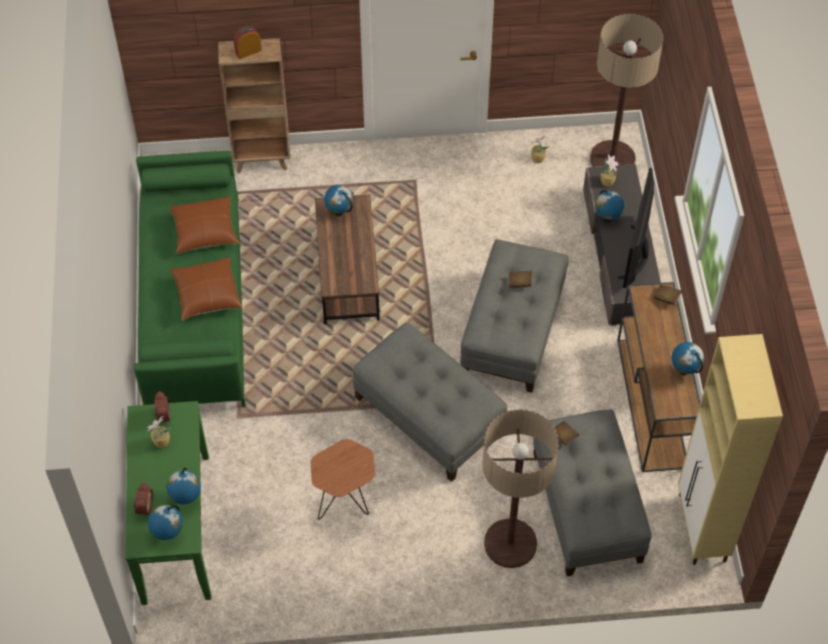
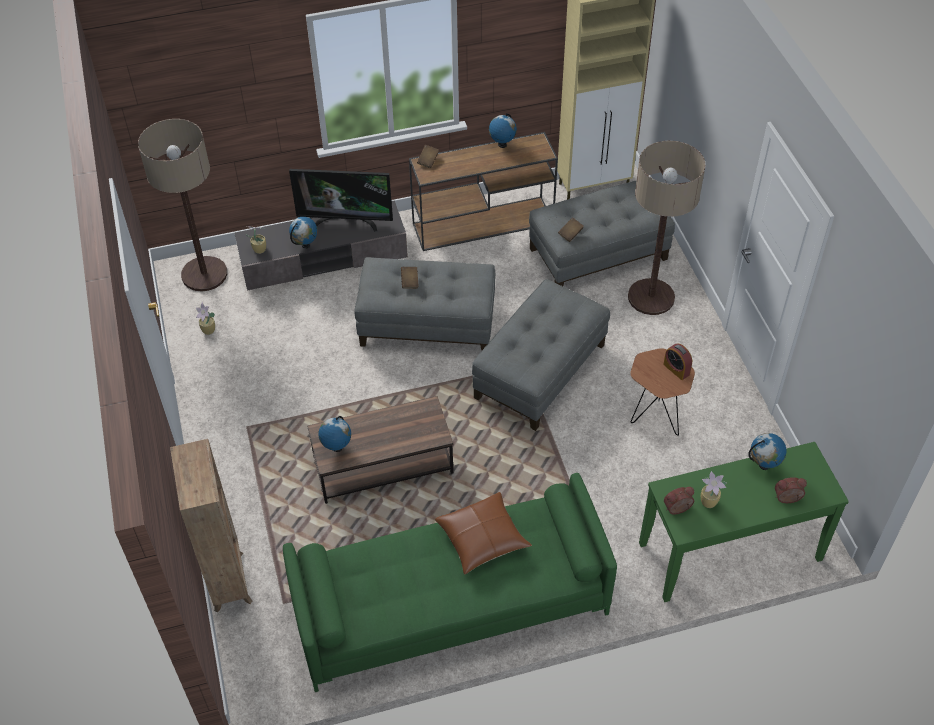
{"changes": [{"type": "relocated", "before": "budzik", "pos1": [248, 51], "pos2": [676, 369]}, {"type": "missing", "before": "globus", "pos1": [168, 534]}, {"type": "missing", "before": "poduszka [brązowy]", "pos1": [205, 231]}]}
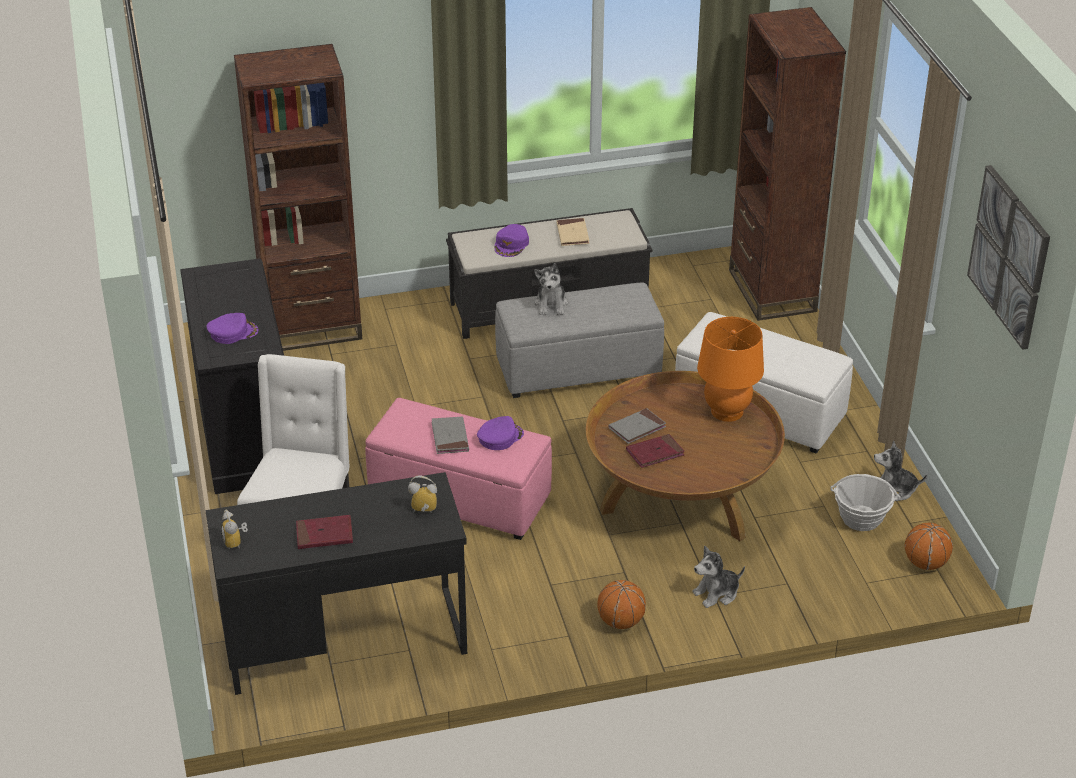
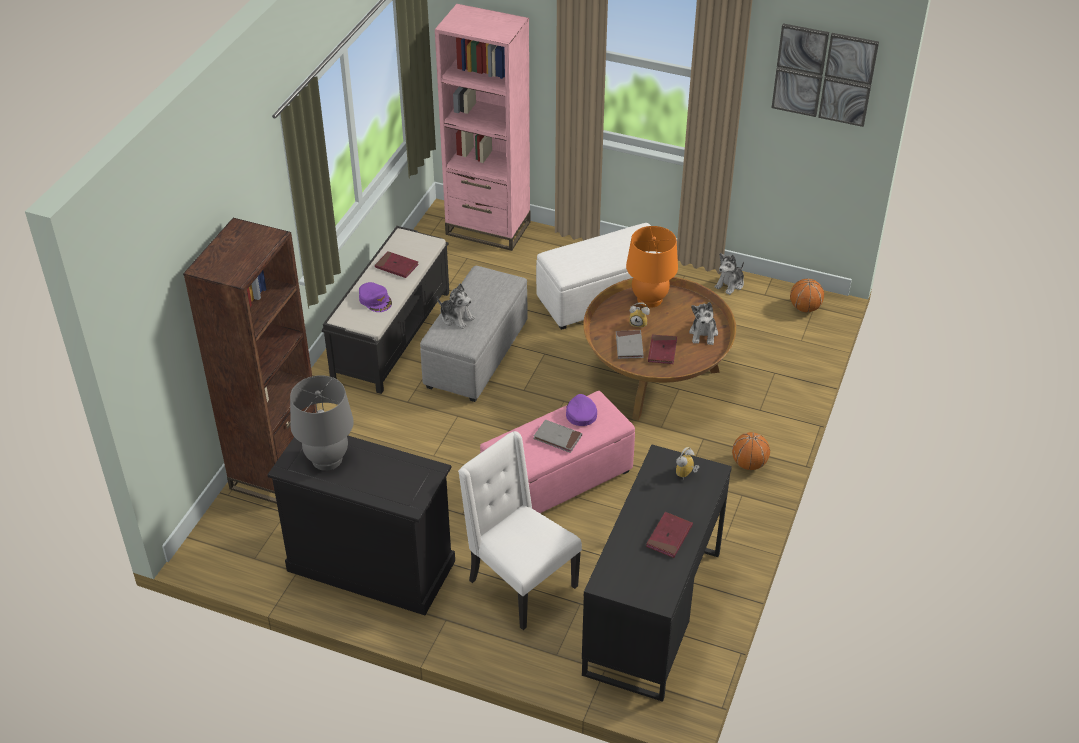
{"changes": [{"type": "appeared", "after": "lampa stołowa [szary]", "pos2": [327, 459]}, {"type": "colour", "before": "książka [beżowy]", "after": "książka [czerwony]", "pos1": [572, 234], "pos2": [396, 266]}, {"type": "colour", "before": "regał [brązowy]", "after": "regał [różowy]", "pos1": [772, 291], "pos2": [488, 228]}, {"type": "relocated", "before": "budzik", "pos1": [236, 542], "pos2": [639, 323]}, {"type": "relocated", "before": "pluszak", "pos1": [717, 593], "pos2": [703, 333]}, {"type": "missing", "before": "czapka z daszkiem [fioletowy]", "pos1": [233, 332]}, {"type": "missing", "before": "koszyk", "pos1": [861, 518]}]}
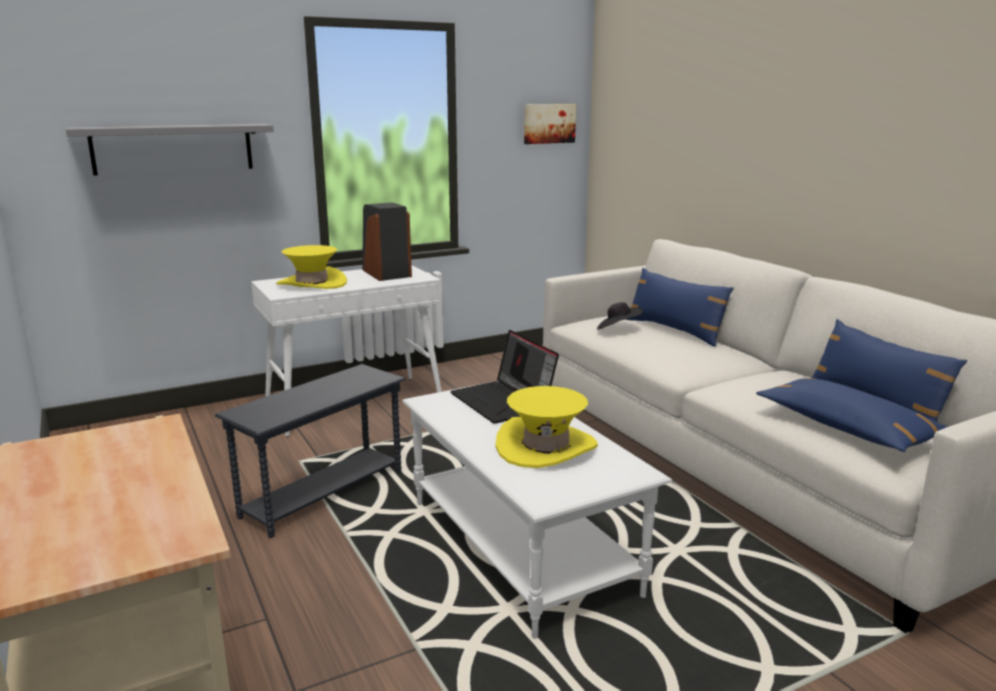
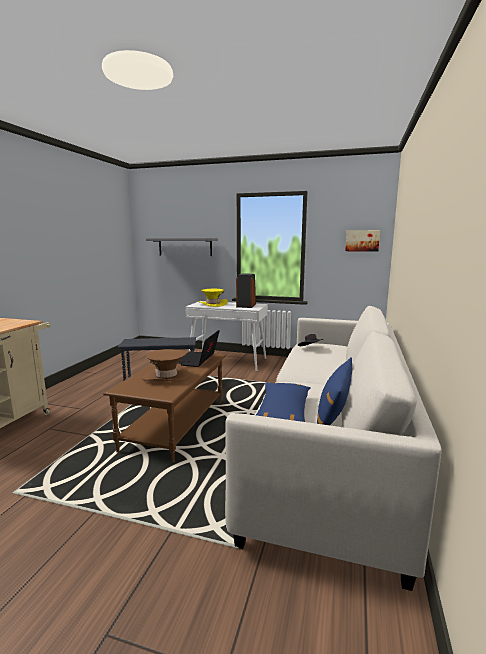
{"changes": [{"type": "colour", "before": "ława [biały]", "after": "ława [brązowy]", "pos1": [522, 546], "pos2": [176, 426]}, {"type": "colour", "before": "kapelusz [żółty]", "after": "kapelusz [brązowy]", "pos1": [546, 447], "pos2": [166, 377]}, {"type": "missing", "before": "poduszka [niebieski]", "pos1": [674, 330]}]}
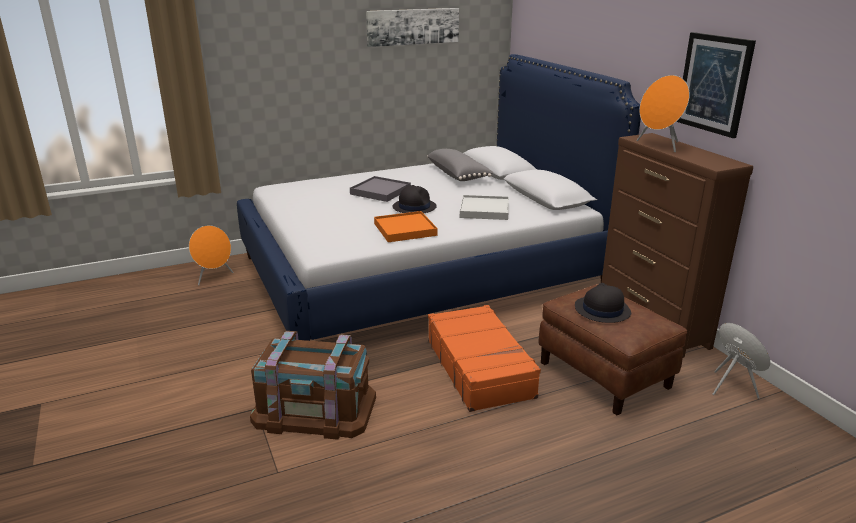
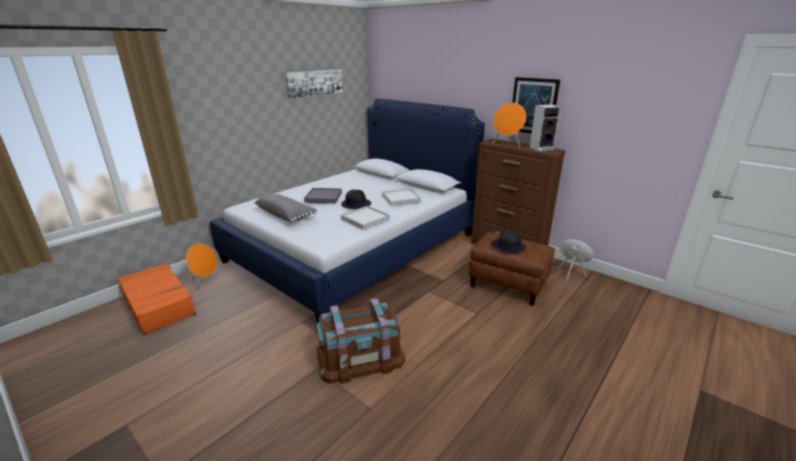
{"changes": [{"type": "relocated", "before": "walizka [pomarańczowy]", "pos1": [480, 368], "pos2": [159, 304]}, {"type": "relocated", "before": "poduszka [szary]", "pos1": [458, 175], "pos2": [286, 215]}, {"type": "colour", "before": "taca [pomarańczowy]", "after": "taca [biały]", "pos1": [405, 229], "pos2": [365, 219]}, {"type": "appeared", "after": "głośnik", "pos2": [541, 148]}]}
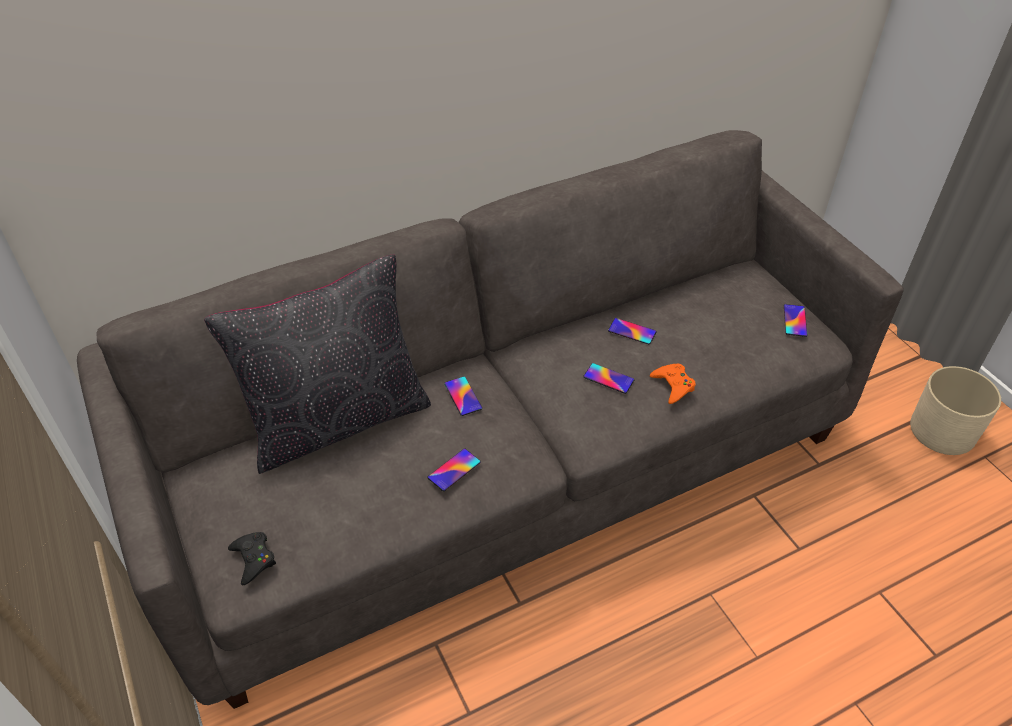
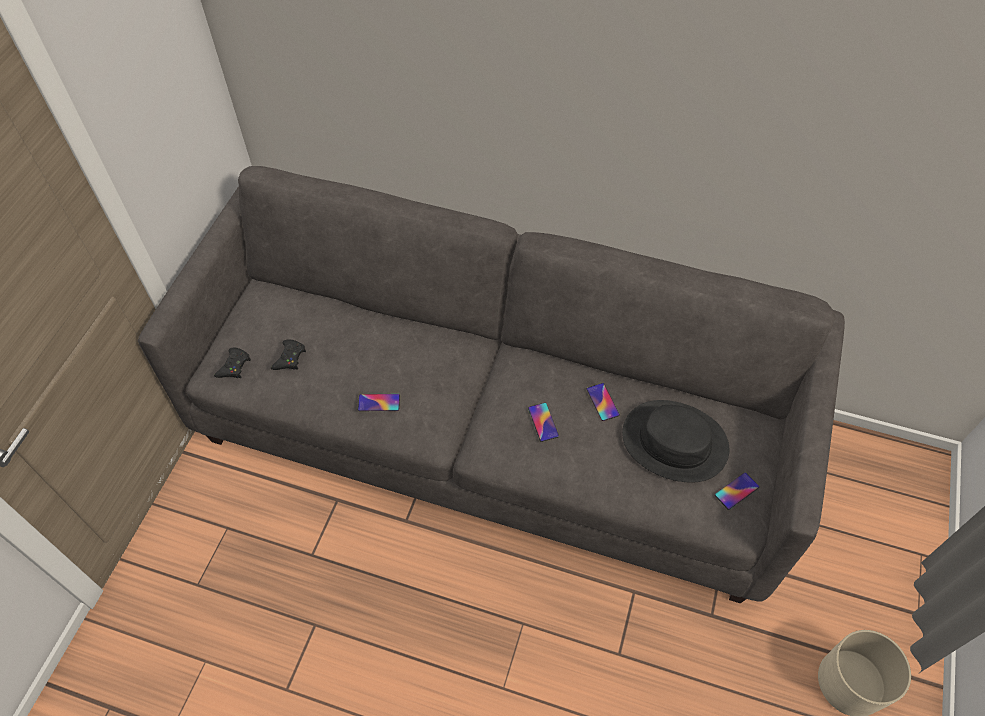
{"changes": [{"type": "appeared", "after": "pad do gier [czarny]", "pos2": [289, 358]}, {"type": "appeared", "after": "kapelusz [czarny]", "pos2": [674, 441]}, {"type": "missing", "before": "poduszka [czarny]", "pos1": [337, 420]}, {"type": "missing", "before": "telefon", "pos1": [463, 396]}, {"type": "missing", "before": "pad do gier [pomarańczowy]", "pos1": [673, 386]}]}
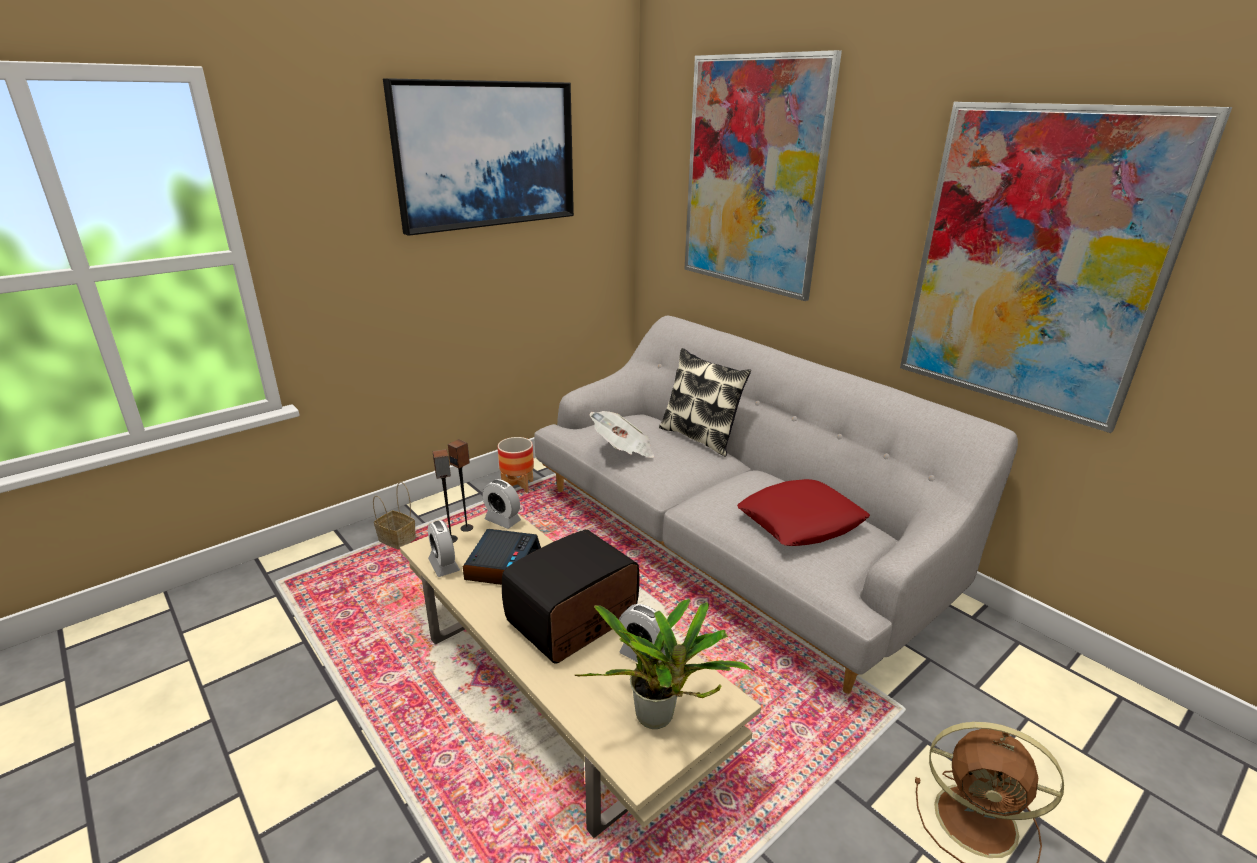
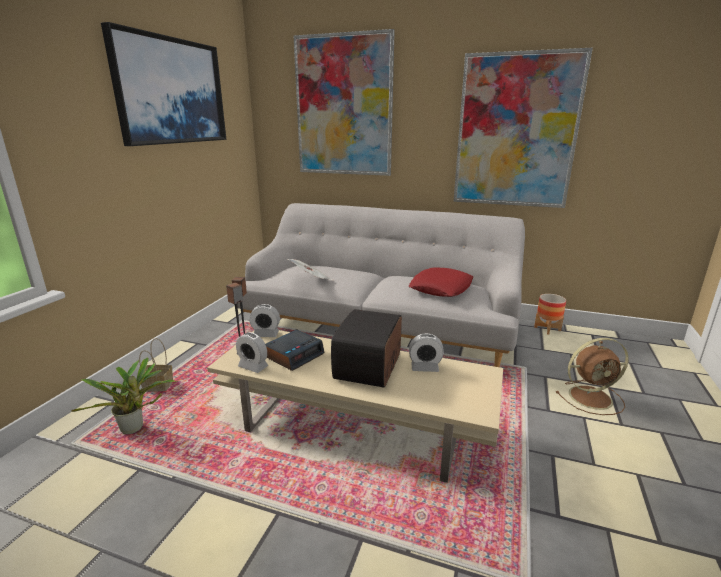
{"changes": [{"type": "relocated", "before": "roślina doniczkowa", "pos1": [659, 720], "pos2": [135, 429]}, {"type": "spun", "before": "budzik", "pos1": [503, 565], "pos2": [294, 355], "turn": 60}, {"type": "relocated", "before": "donica", "pos1": [518, 486], "pos2": [547, 329]}, {"type": "missing", "before": "poduszka", "pos1": [700, 437]}]}
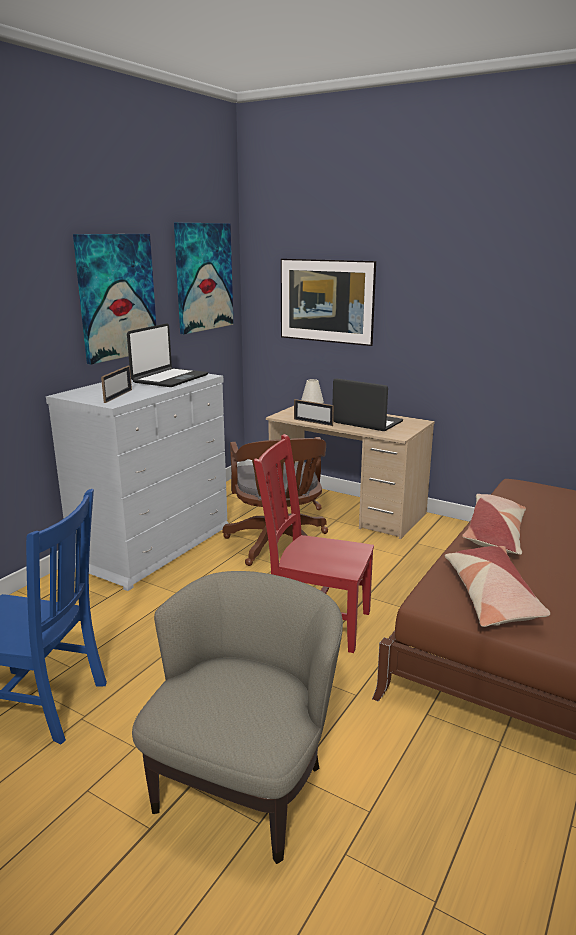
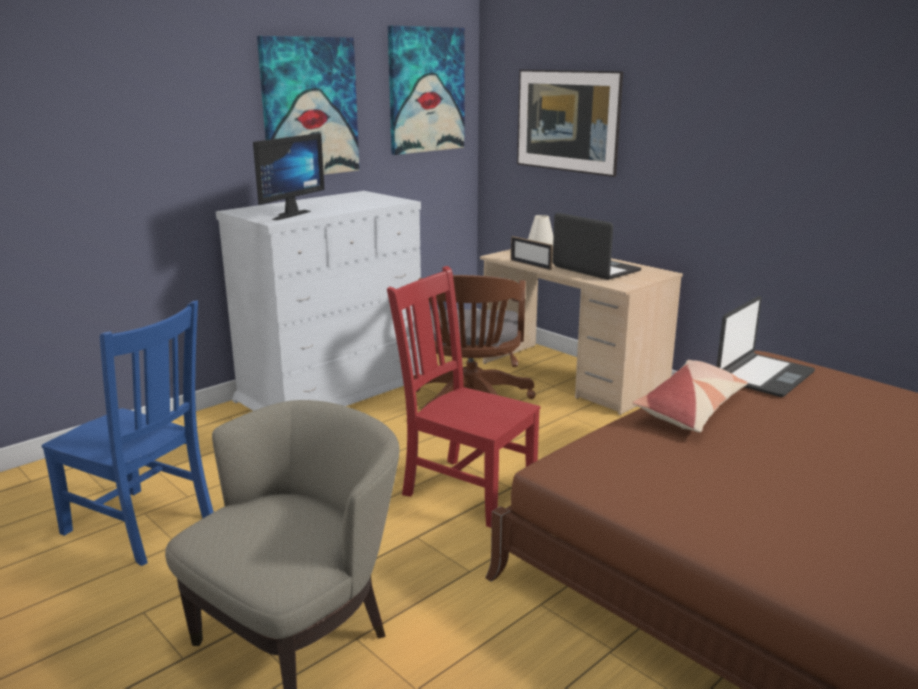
{"changes": [{"type": "exchanged", "before": "ramka na zdjęcie", "after": "monitor", "pos1": [118, 396], "pos2": [286, 215]}, {"type": "relocated", "before": "laptop", "pos1": [169, 379], "pos2": [763, 376]}, {"type": "missing", "before": "poduszka", "pos1": [491, 597]}]}
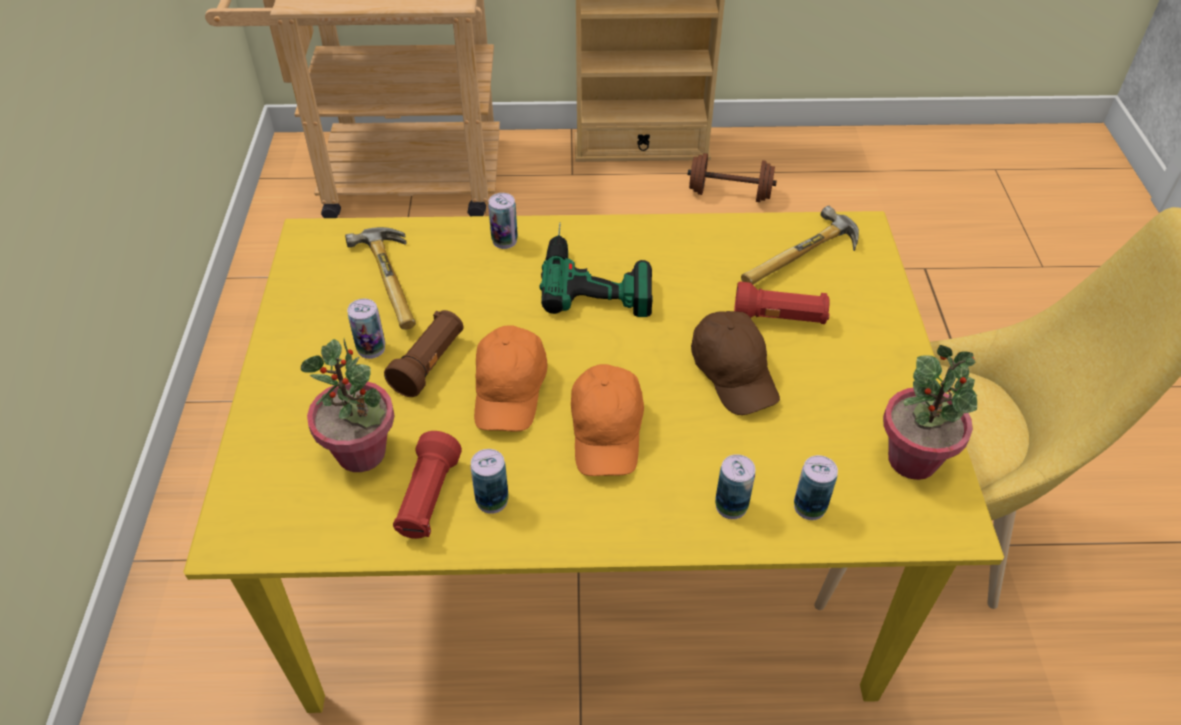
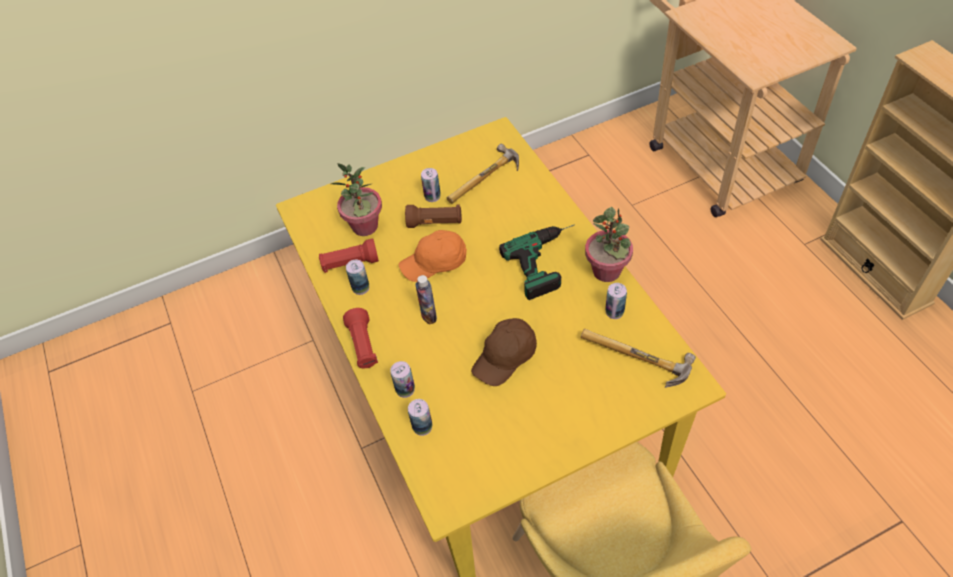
{"changes": [{"type": "relocated", "before": "latarka [czerwony]", "pos1": [779, 319], "pos2": [363, 346]}, {"type": "exchanged", "before": "czapka z daszkiem [pomarańczowy]", "after": "butelka", "pos1": [607, 431], "pos2": [429, 315]}, {"type": "relocated", "before": "roślina doniczkowa", "pos1": [913, 459], "pos2": [607, 271]}, {"type": "relocated", "before": "puszka", "pos1": [504, 240], "pos2": [614, 312]}, {"type": "missing", "before": "hantel [brązowy]", "pos1": [729, 194]}]}
